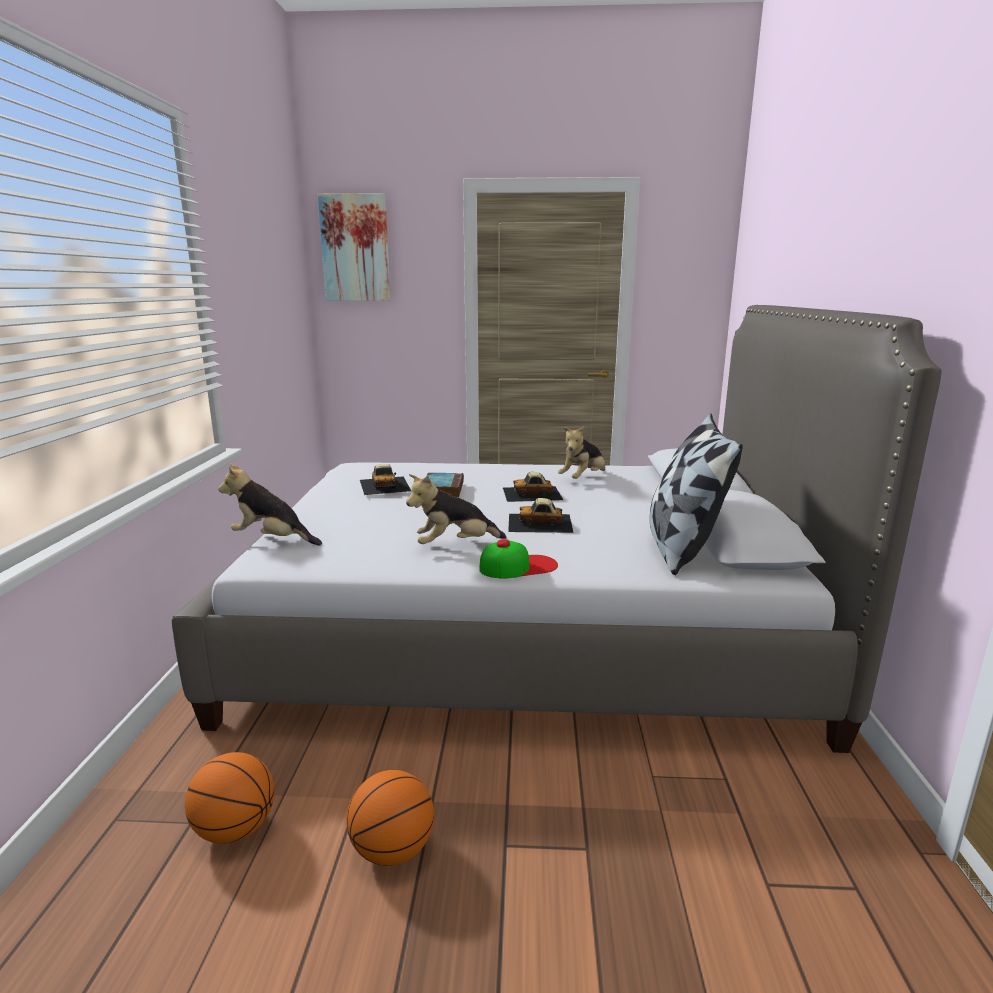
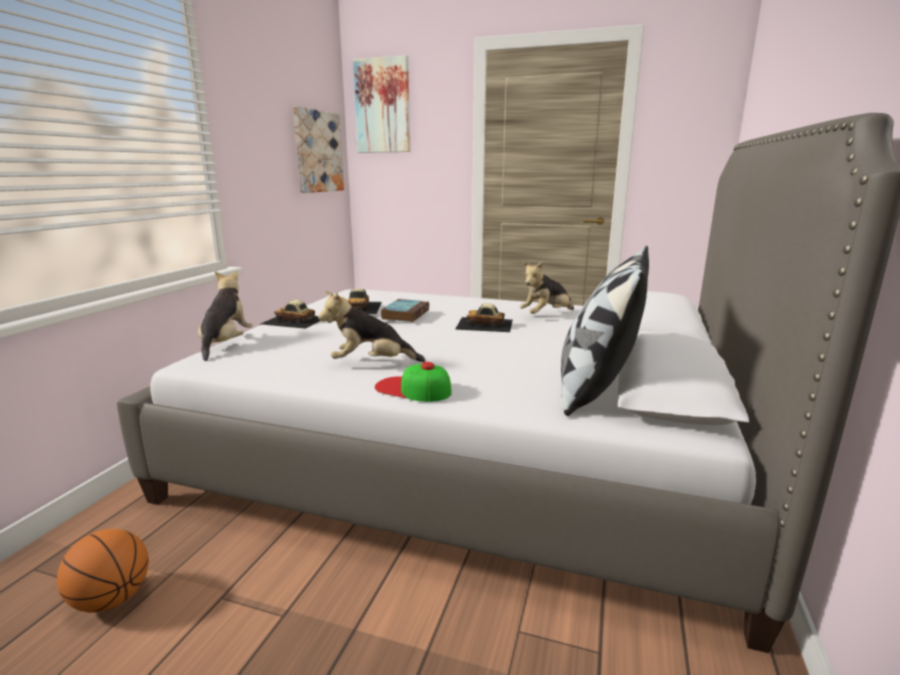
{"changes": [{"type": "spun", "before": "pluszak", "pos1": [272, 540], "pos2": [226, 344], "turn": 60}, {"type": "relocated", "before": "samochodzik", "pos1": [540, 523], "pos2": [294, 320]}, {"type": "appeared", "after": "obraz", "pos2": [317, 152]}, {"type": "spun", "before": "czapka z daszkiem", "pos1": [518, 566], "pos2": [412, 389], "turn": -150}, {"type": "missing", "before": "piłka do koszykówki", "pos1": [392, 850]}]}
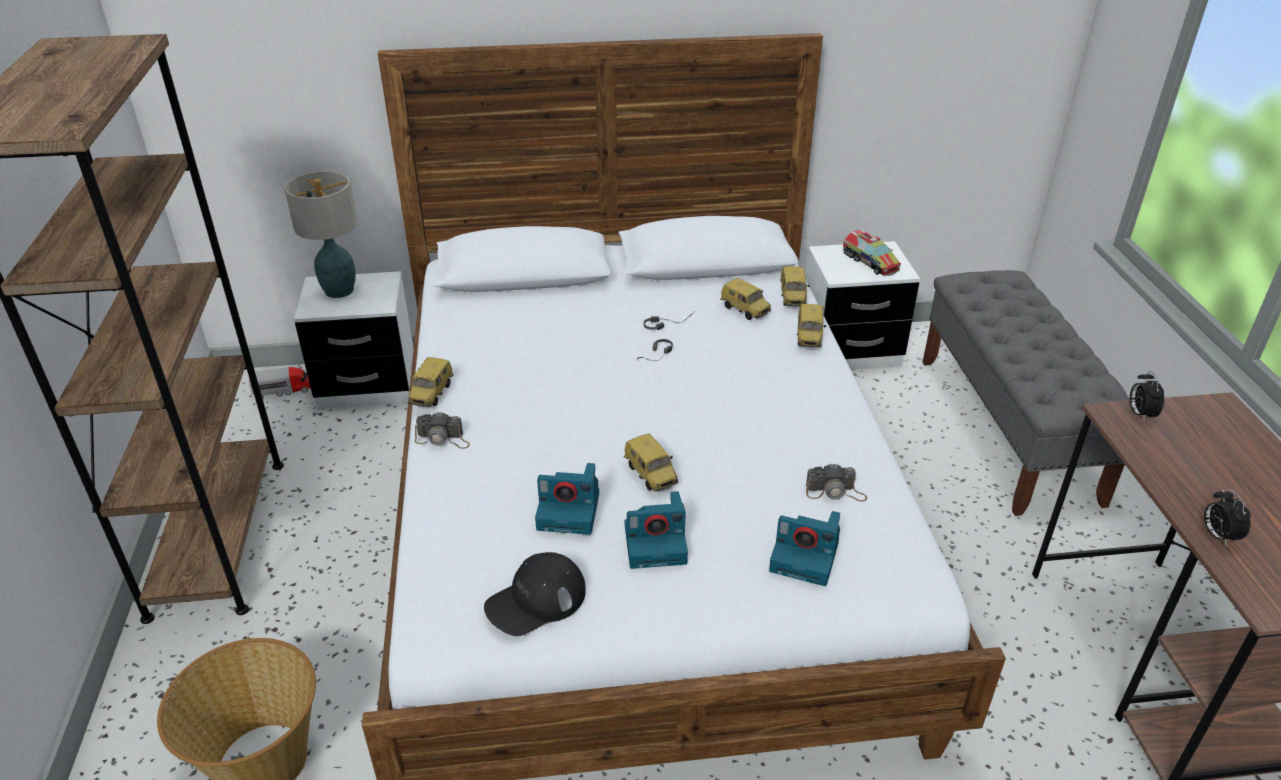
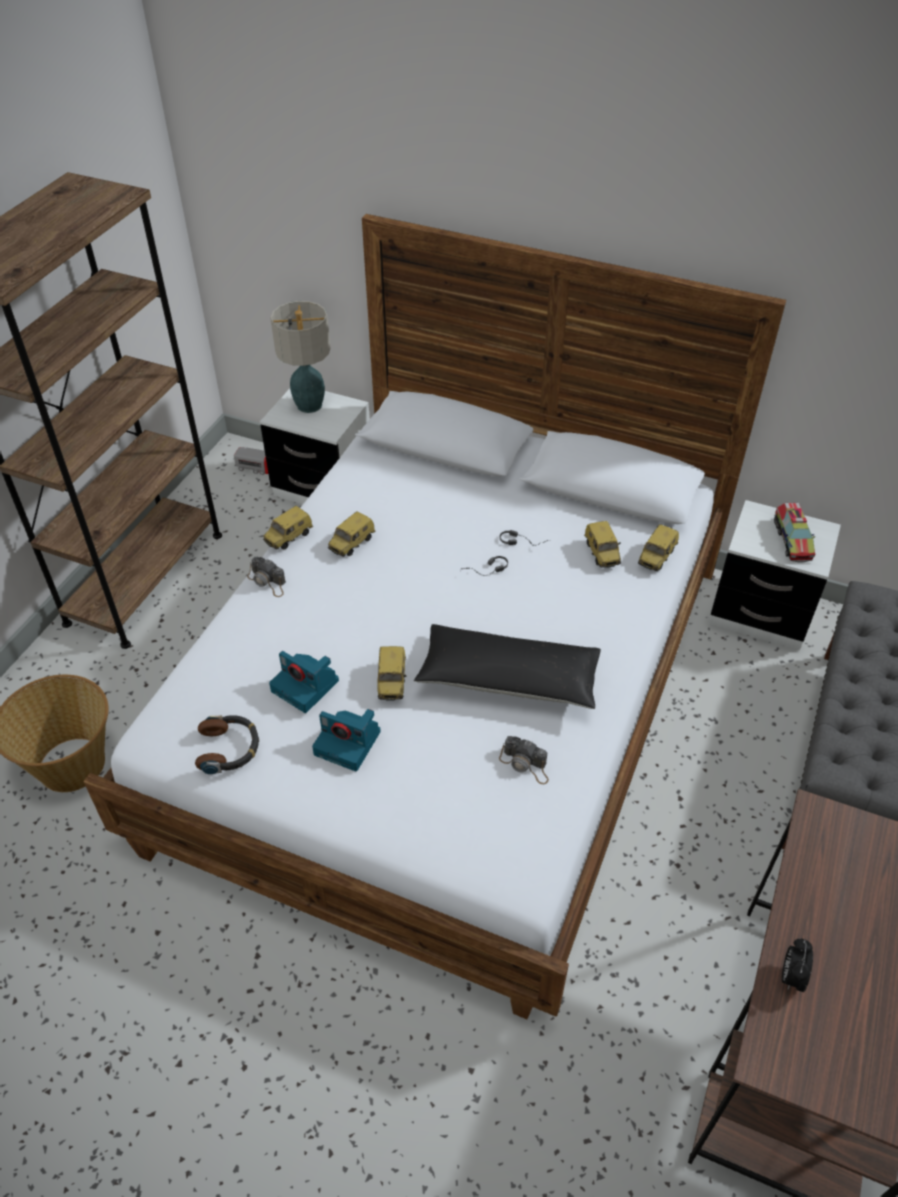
{"changes": [{"type": "exchanged", "before": "czapka z daszkiem [czarny]", "after": "słuchawki", "pos1": [536, 600], "pos2": [229, 748]}, {"type": "relocated", "before": "samochodzik", "pos1": [809, 338], "pos2": [352, 544]}, {"type": "appeared", "after": "poduszka [czarny]", "pos2": [508, 678]}, {"type": "missing", "before": "aparat fotograficzny", "pos1": [806, 557]}, {"type": "missing", "before": "budzik", "pos1": [1140, 414]}]}
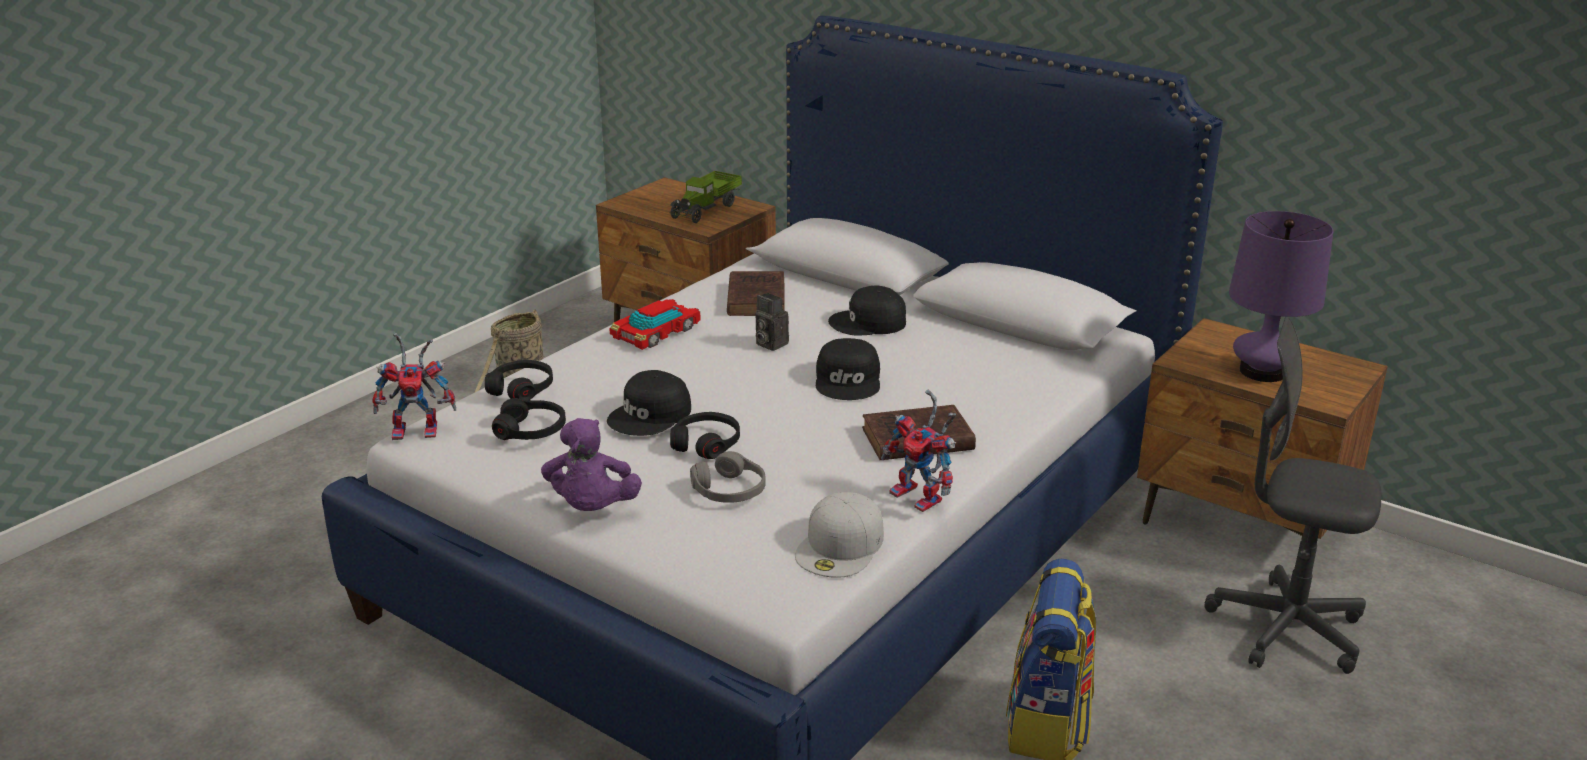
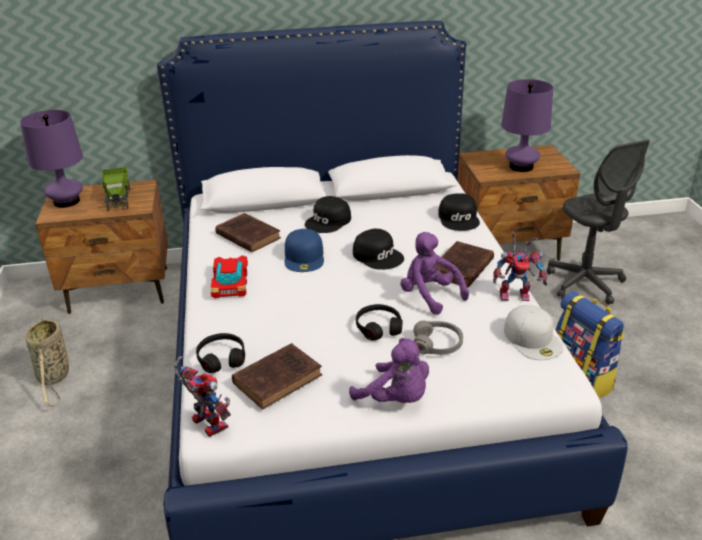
{"changes": [{"type": "appeared", "after": "lampa stołowa [fioletowy]", "pos2": [67, 201]}, {"type": "spun", "before": "robot zabawkowy", "pos1": [420, 430], "pos2": [205, 423], "turn": -75}, {"type": "exchanged", "before": "słuchawki [czarny]", "after": "książka [brązowy]", "pos1": [531, 430], "pos2": [279, 378]}, {"type": "exchanged", "before": "aparat fotograficzny", "after": "czapka z daszkiem [niebieski]", "pos1": [769, 344], "pos2": [304, 257]}, {"type": "appeared", "after": "pluszak [fioletowy]", "pos2": [429, 295]}, {"type": "relocated", "before": "czapka z daszkiem [czarny]", "pos1": [651, 415], "pos2": [459, 218]}, {"type": "spun", "before": "krzesło biurowe [szary]", "pos1": [1286, 628], "pos2": [585, 283], "turn": -90}]}
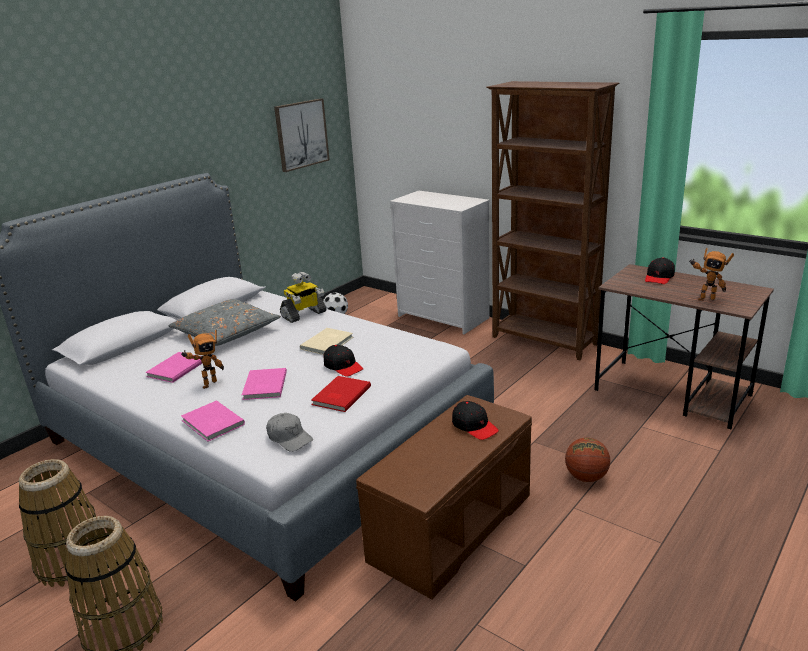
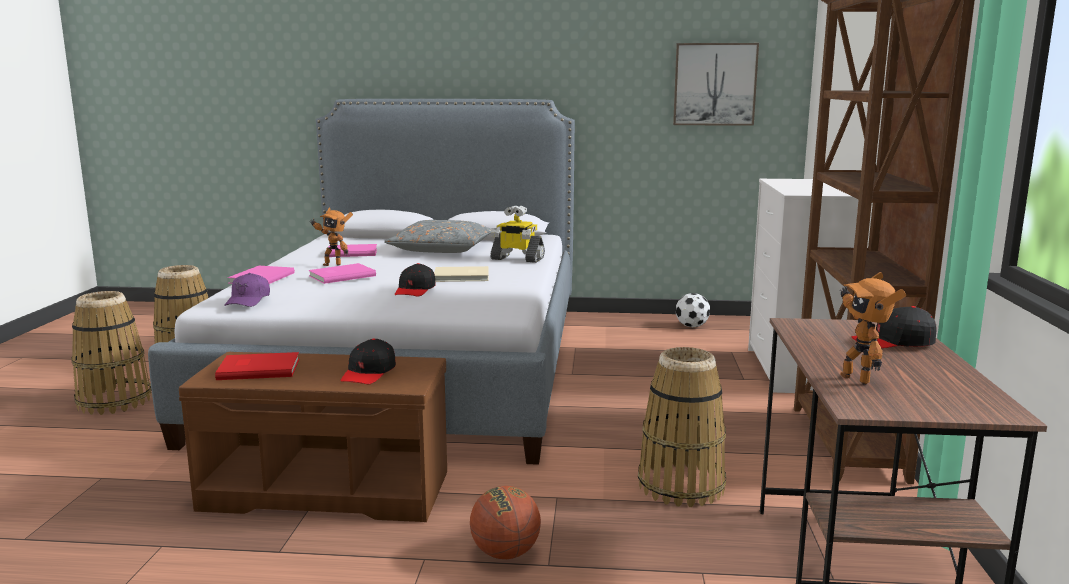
{"changes": [{"type": "relocated", "before": "książka [czerwony]", "pos1": [340, 395], "pos2": [258, 368]}, {"type": "colour", "before": "czapka z daszkiem [szary]", "after": "czapka z daszkiem [fioletowy]", "pos1": [289, 438], "pos2": [248, 300]}, {"type": "appeared", "after": "koszyk", "pos2": [680, 486]}]}
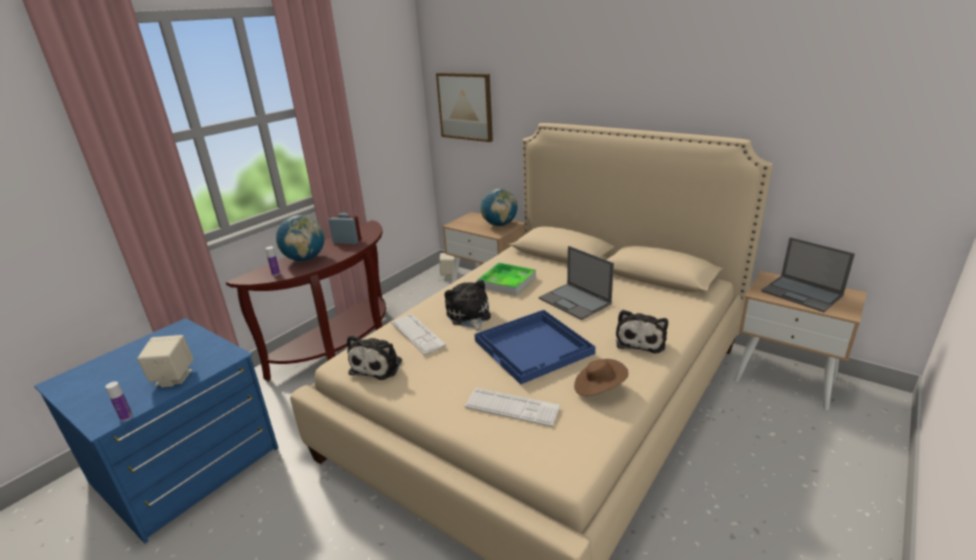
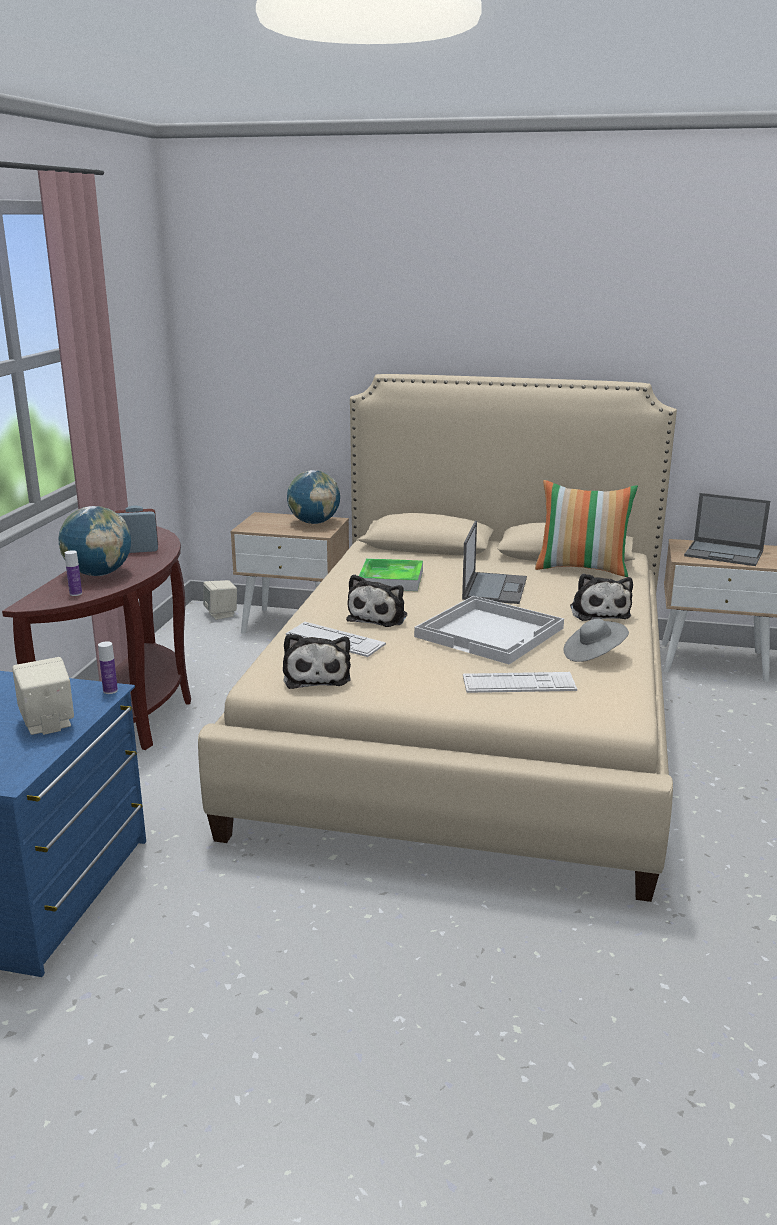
{"changes": [{"type": "relocated", "before": "butelka", "pos1": [126, 417], "pos2": [110, 691]}, {"type": "spun", "before": "pluszak", "pos1": [469, 316], "pos2": [379, 617], "turn": -120}, {"type": "colour", "before": "taca [niebieski]", "after": "taca [biały]", "pos1": [534, 347], "pos2": [491, 632]}, {"type": "spun", "before": "laptop", "pos1": [575, 301], "pos2": [494, 588], "turn": -105}, {"type": "appeared", "after": "poduszka", "pos2": [582, 568]}, {"type": "colour", "before": "kapelusz [brązowy]", "after": "kapelusz [szary]", "pos1": [598, 388], "pos2": [593, 655]}, {"type": "missing", "before": "obraz", "pos1": [465, 106]}]}
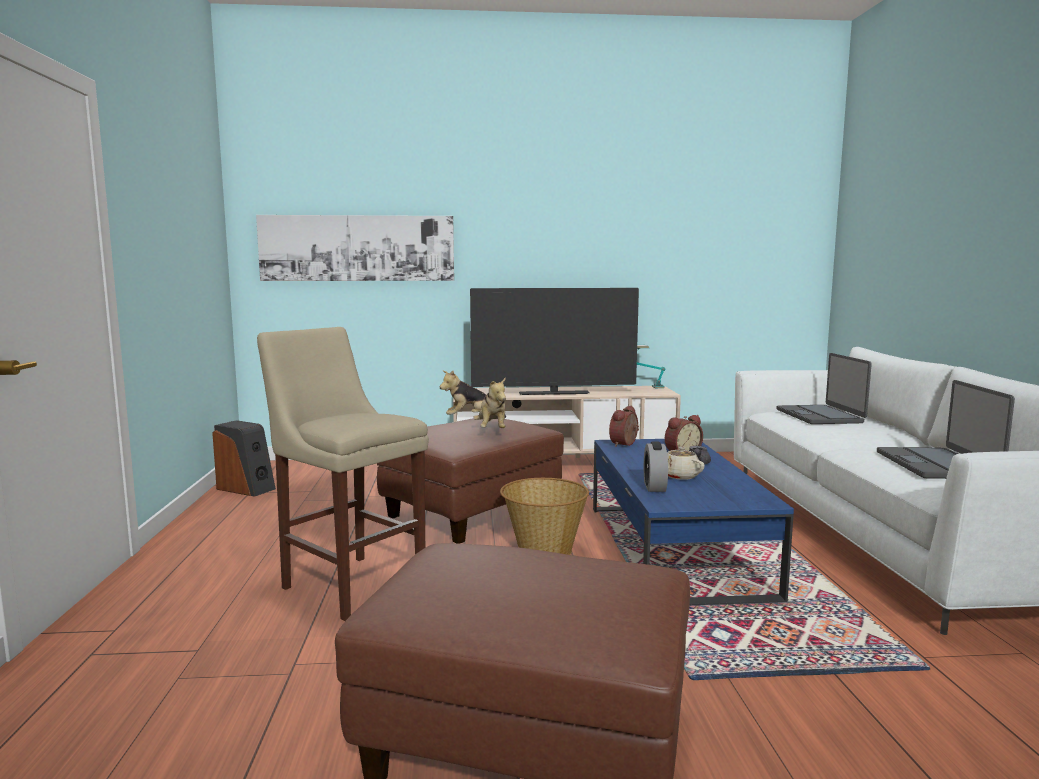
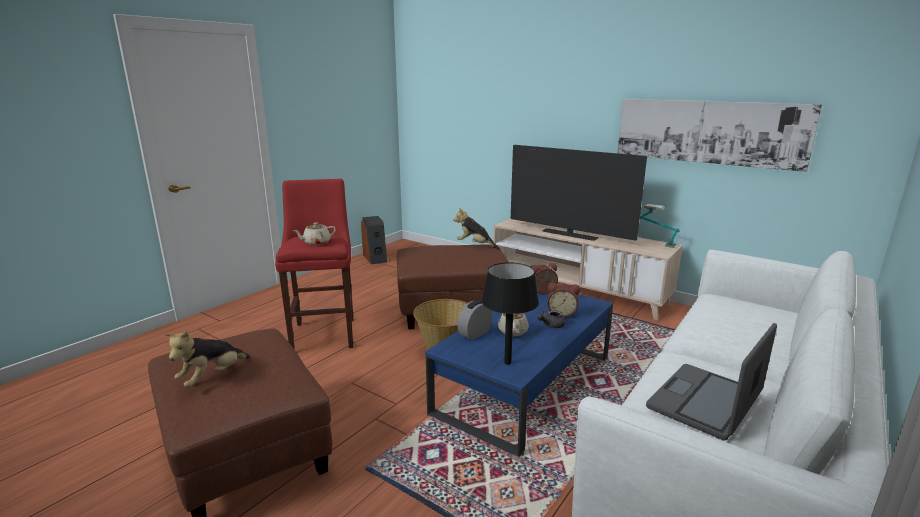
{"changes": [{"type": "relocated", "before": "pluszak", "pos1": [492, 430], "pos2": [212, 377]}, {"type": "colour", "before": "stołek [beżowy]", "after": "stołek [czerwony]", "pos1": [350, 584], "pos2": [325, 333]}, {"type": "appeared", "after": "imbryk [beżowy]", "pos2": [316, 243]}, {"type": "appeared", "after": "lampa stołowa [czarny]", "pos2": [508, 362]}, {"type": "relocated", "before": "obraz", "pos1": [357, 248], "pos2": [708, 132]}, {"type": "missing", "before": "laptop", "pos1": [820, 416]}]}
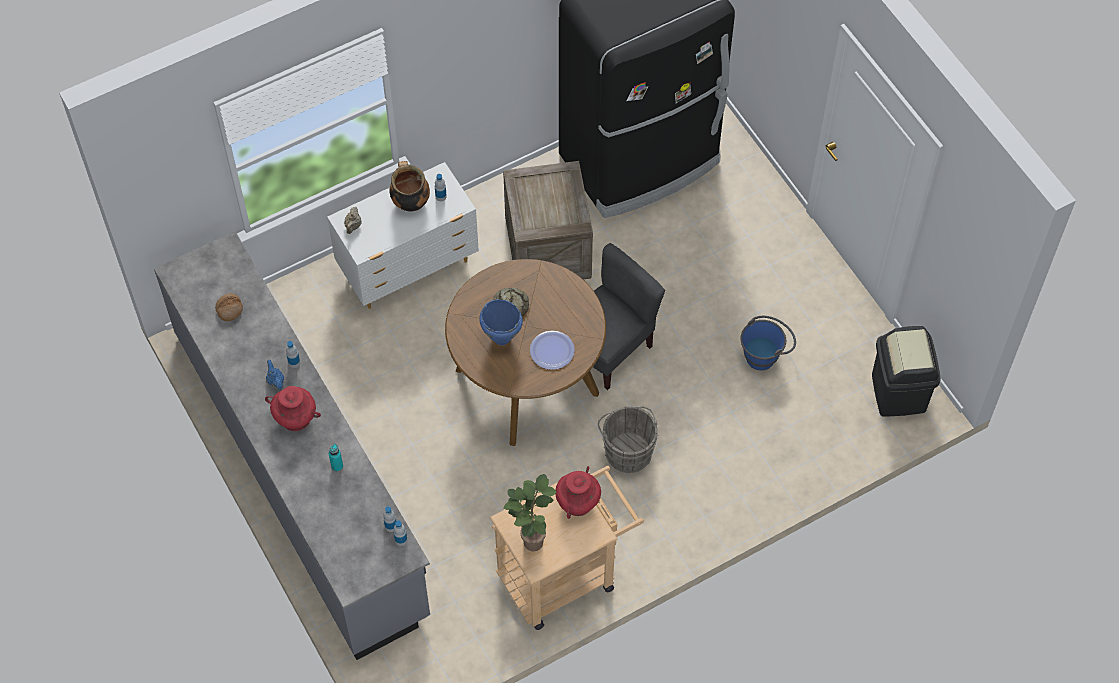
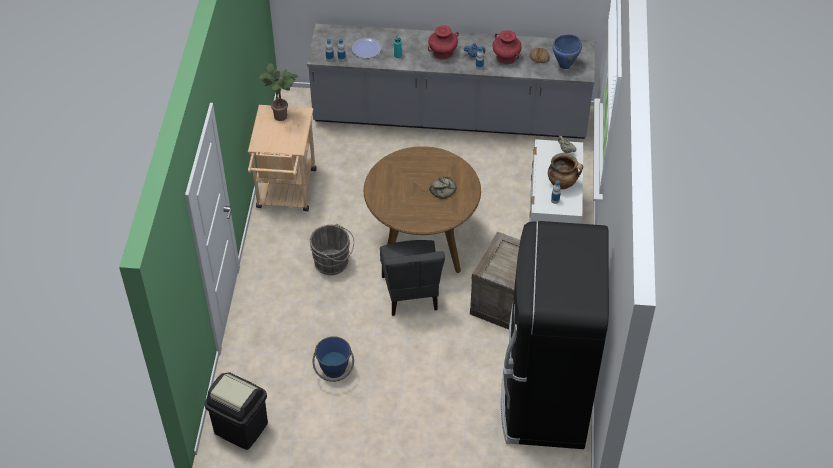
{"changes": [{"type": "relocated", "before": "talerz", "pos1": [552, 350], "pos2": [366, 49]}, {"type": "relocated", "before": "wazon [czerwony]", "pos1": [577, 502], "pos2": [506, 57]}, {"type": "relocated", "before": "garnek [niebieski]", "pos1": [501, 337], "pos2": [565, 65]}]}
